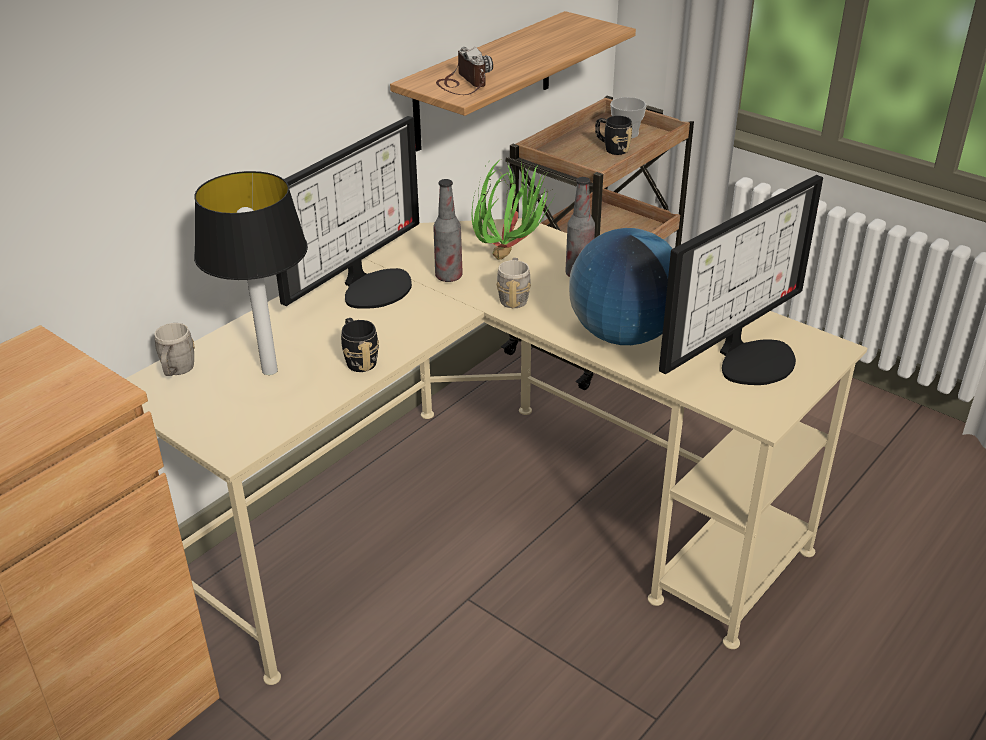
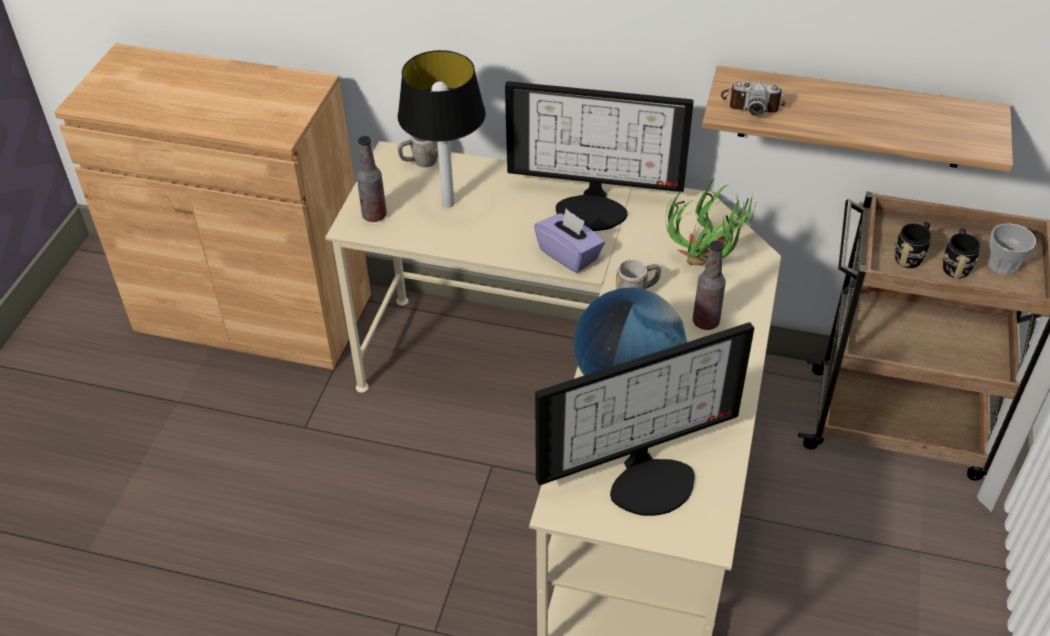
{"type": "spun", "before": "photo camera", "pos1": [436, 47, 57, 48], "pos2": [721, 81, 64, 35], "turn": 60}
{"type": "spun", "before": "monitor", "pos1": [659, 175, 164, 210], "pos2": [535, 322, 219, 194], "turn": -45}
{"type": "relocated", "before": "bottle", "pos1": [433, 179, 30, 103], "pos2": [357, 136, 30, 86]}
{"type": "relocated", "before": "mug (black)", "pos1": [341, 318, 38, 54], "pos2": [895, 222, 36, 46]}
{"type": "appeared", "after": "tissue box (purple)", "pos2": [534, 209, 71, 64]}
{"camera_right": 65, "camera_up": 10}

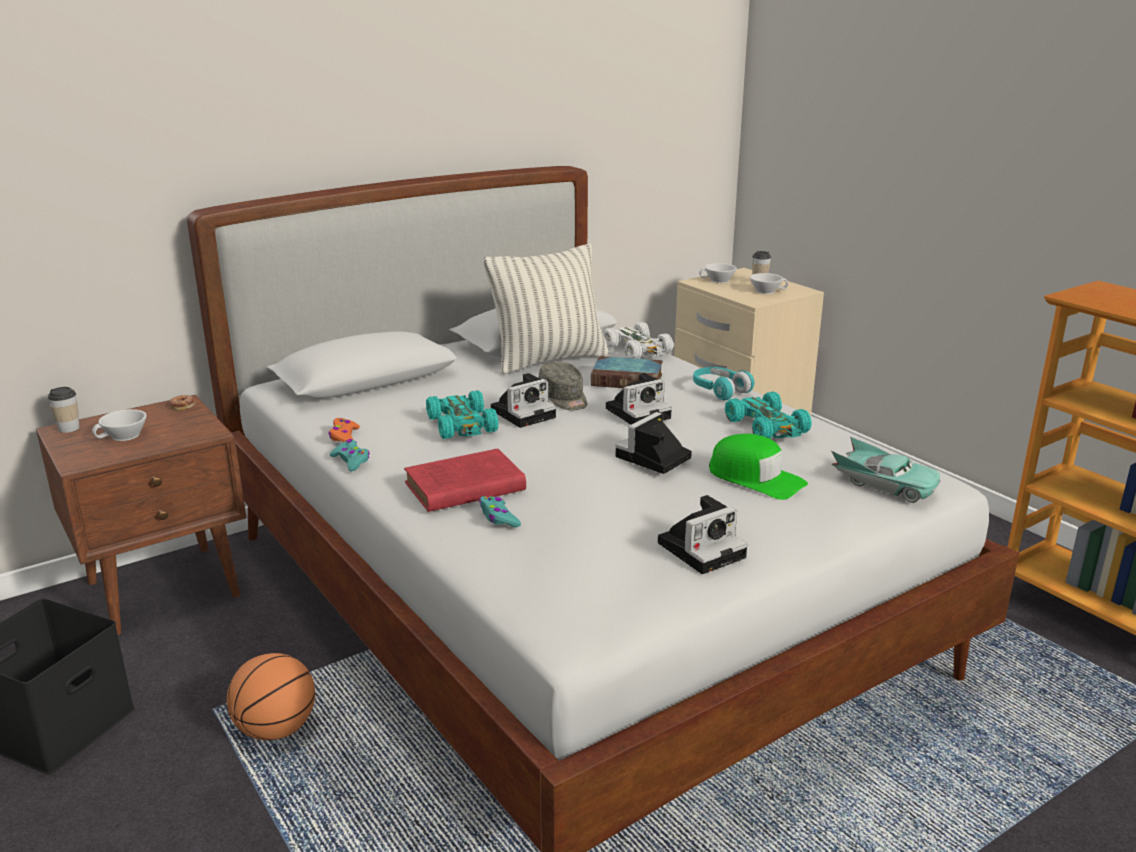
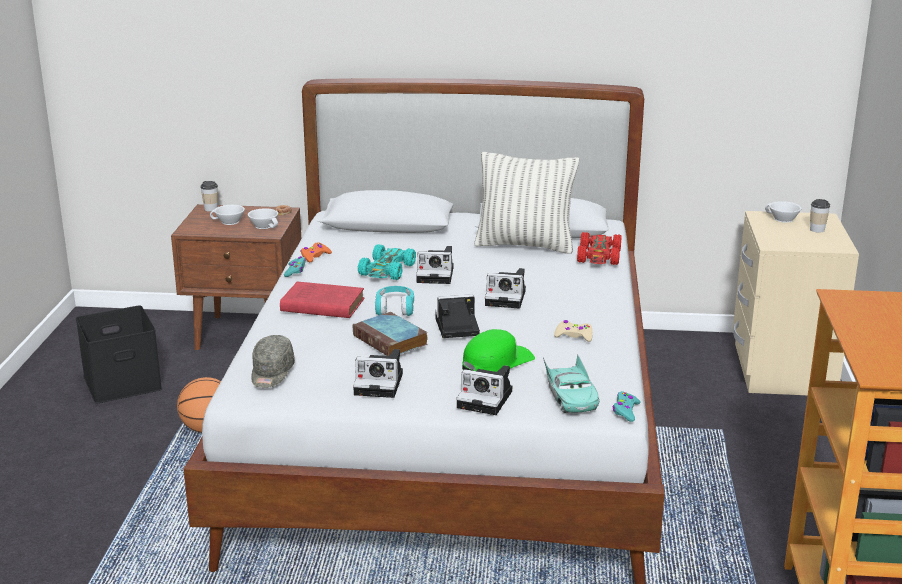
{"type": "relocated", "before": "cup (white)", "pos1": [750, 273, 38, 21], "pos2": [248, 209, 30, 20]}
{"type": "colour", "before": "toy car (white)", "after": "toy car (red)", "pos1": [603, 322, 70, 37], "pos2": [577, 232, 45, 33]}
{"type": "relocated", "before": "book", "pos1": [591, 356, 72, 32], "pos2": [353, 312, 75, 44]}
{"type": "relocated", "before": "cap (grey)", "pos1": [539, 361, 48, 49], "pos2": [251, 335, 44, 53]}
{"type": "relocated", "before": "headphones (turquoise)", "pos1": [693, 367, 61, 33], "pos2": [375, 286, 39, 30]}
{"type": "exchanged", "before": "toy car (turquoise)", "after": "game controller (beige)", "pos1": [725, 392, 87, 47], "pos2": [554, 320, 39, 22]}
{"type": "spun", "before": "cap (green)", "pos1": [709, 434, 99, 66], "pos2": [462, 329, 73, 43], "turn": -120}
{"type": "relocated", "before": "game controller (turquoise)", "pos1": [479, 496, 42, 32], "pos2": [613, 391, 28, 31]}
{"type": "appeared", "after": "photo camera", "pos2": [456, 365, 56, 50]}
{"camera_right": 40, "camera_up": 0}

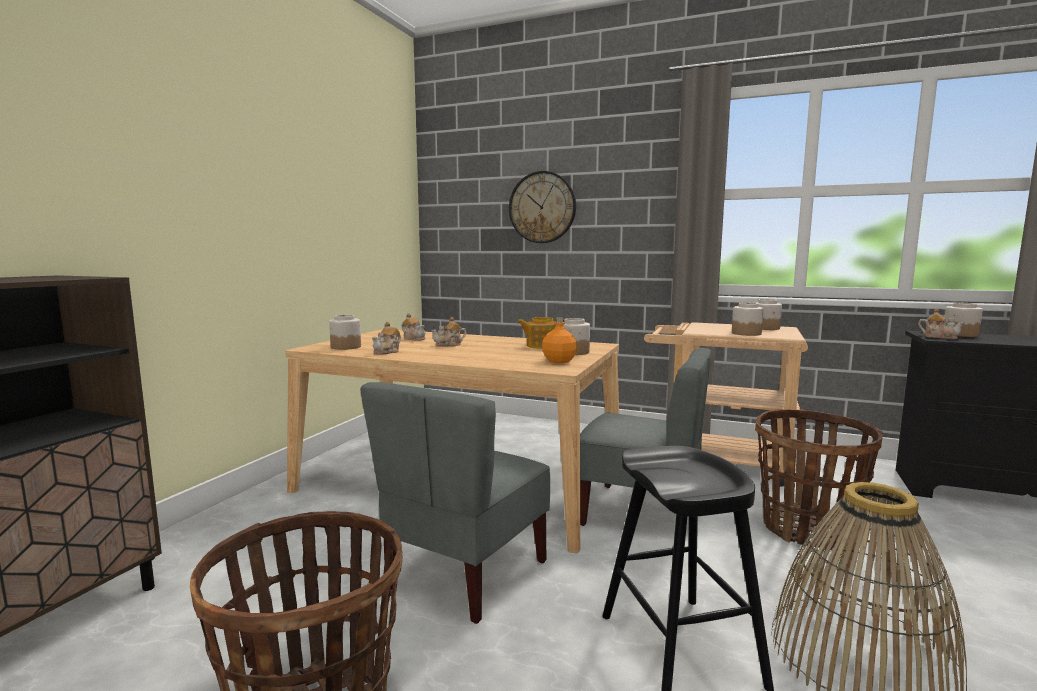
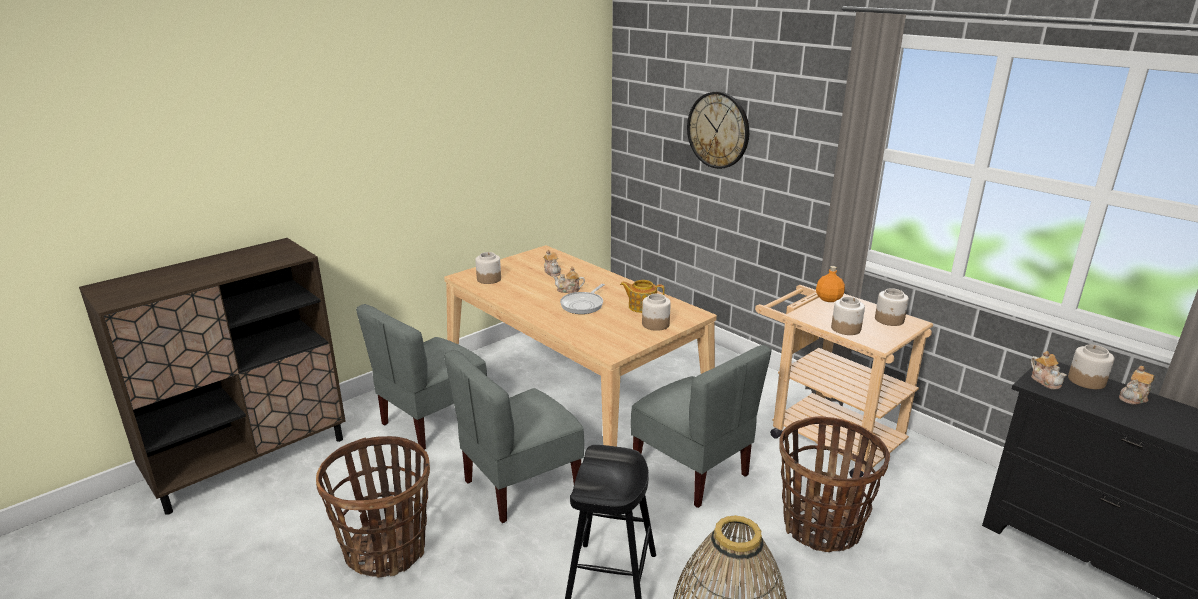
{"type": "relocated", "before": "bottle (orange)", "pos1": [542, 317, 35, 46], "pos2": [816, 266, 29, 36]}
{"type": "relocated", "before": "teapot", "pos1": [372, 322, 29, 33], "pos2": [1119, 366, 35, 39]}
{"type": "appeared", "after": "frying pan", "pos2": [560, 284, 45, 30]}
{"type": "appeared", "after": "chair (grey)", "pos2": [356, 304, 131, 146]}
{"camera_right": 25, "camera_up": 15}

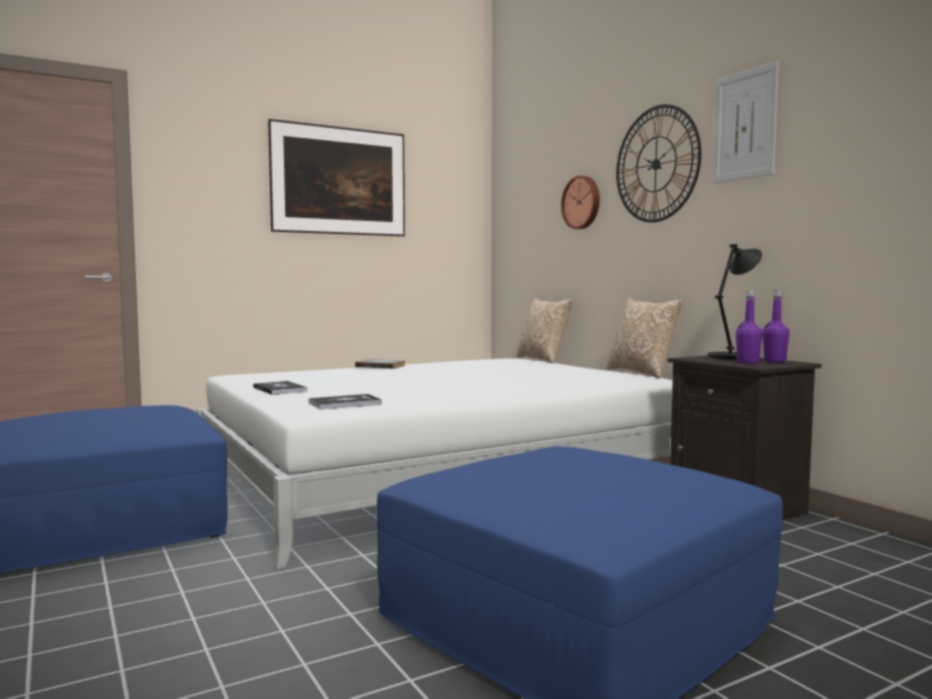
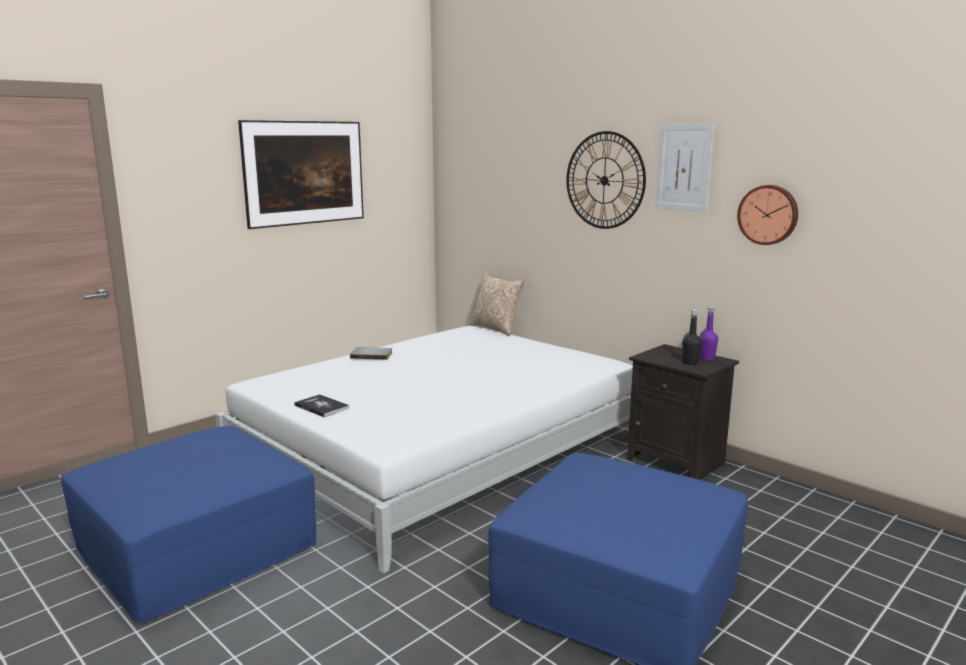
{"type": "relocated", "before": "wall clock", "pos1": [561, 175, 39, 54], "pos2": [737, 185, 61, 60]}
{"type": "missing", "before": "table lamp (black)", "pos1": [707, 244, 55, 115]}
{"type": "colour", "before": "bottle (purple)", "after": "bottle (black)", "pos1": [736, 290, 27, 74], "pos2": [682, 310, 20, 55]}
{"type": "missing", "before": "pillow", "pos1": [606, 298, 77, 81]}
{"type": "missing", "before": "book", "pos1": [309, 394, 73, 16]}
{"camera_right": -15, "camera_up": 10}

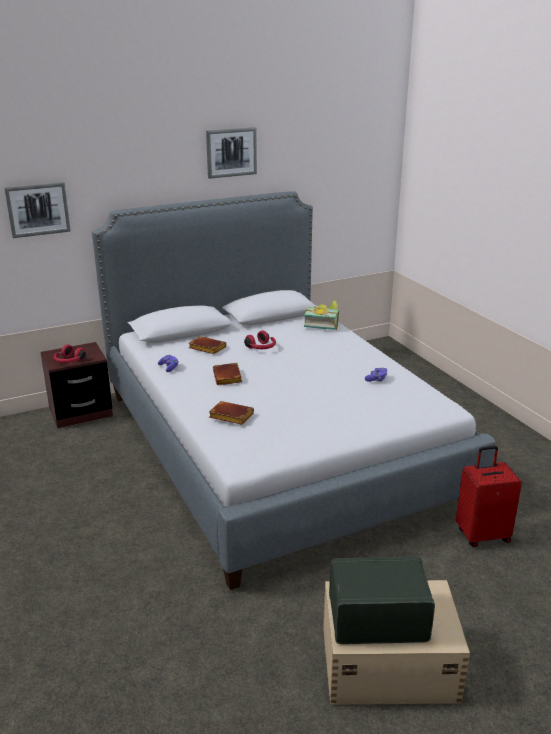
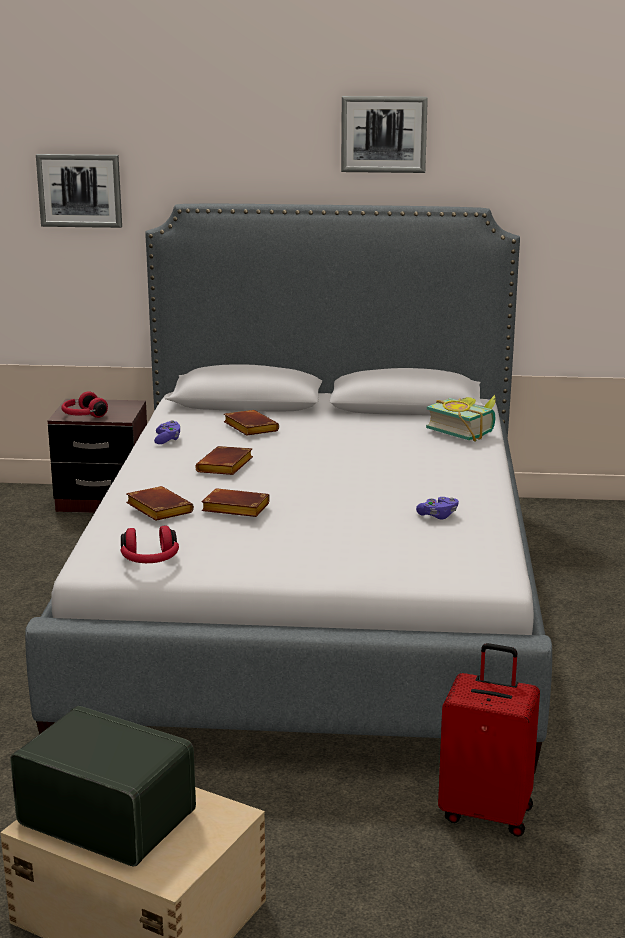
{"type": "relocated", "before": "headphones (red)", "pos1": [244, 331, 32, 18], "pos2": [121, 526, 58, 37]}
{"type": "appeared", "after": "book (brown)", "pos2": [202, 488, 68, 29]}
{"camera_right": 30, "camera_up": -5}

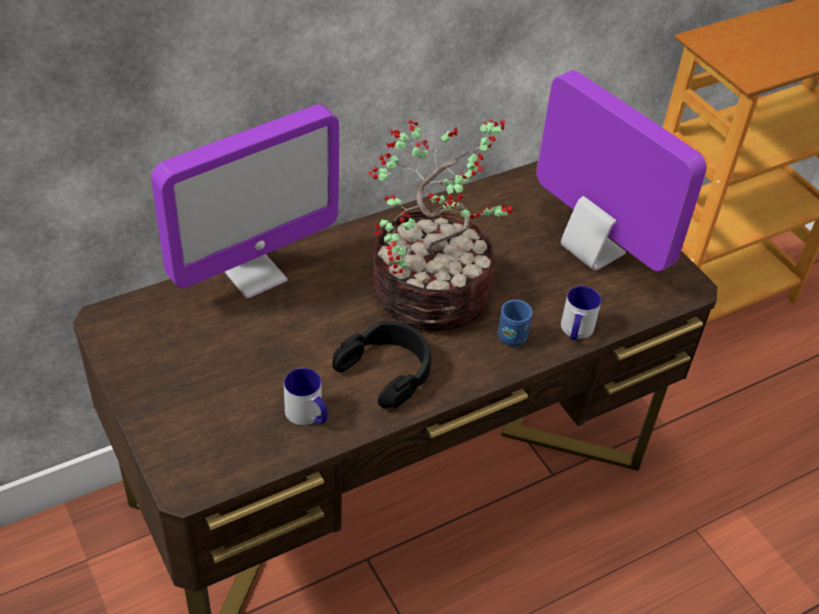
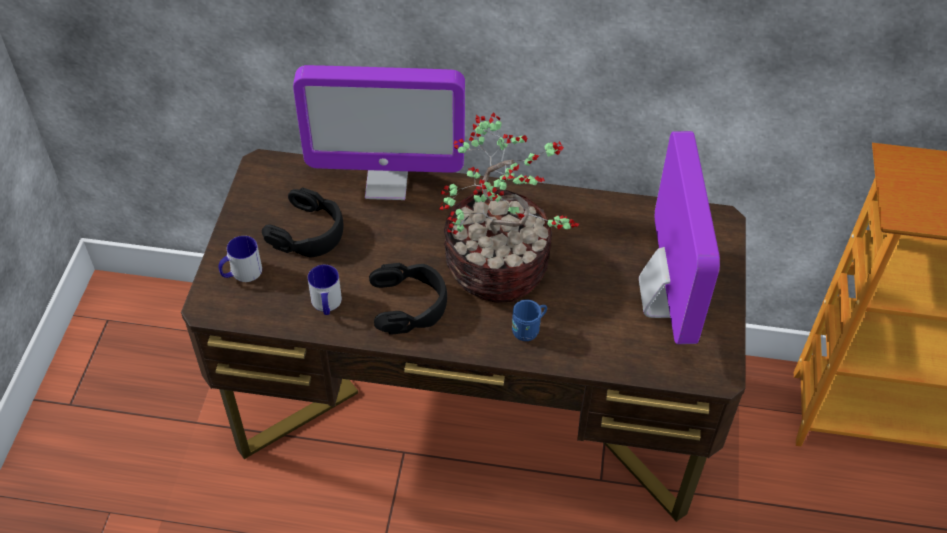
{"type": "relocated", "before": "mug", "pos1": [561, 286, 40, 54], "pos2": [218, 236, 44, 46]}
{"type": "appeared", "after": "headphones (black)", "pos2": [262, 187, 81, 71]}
{"camera_right": 40, "camera_up": 5}

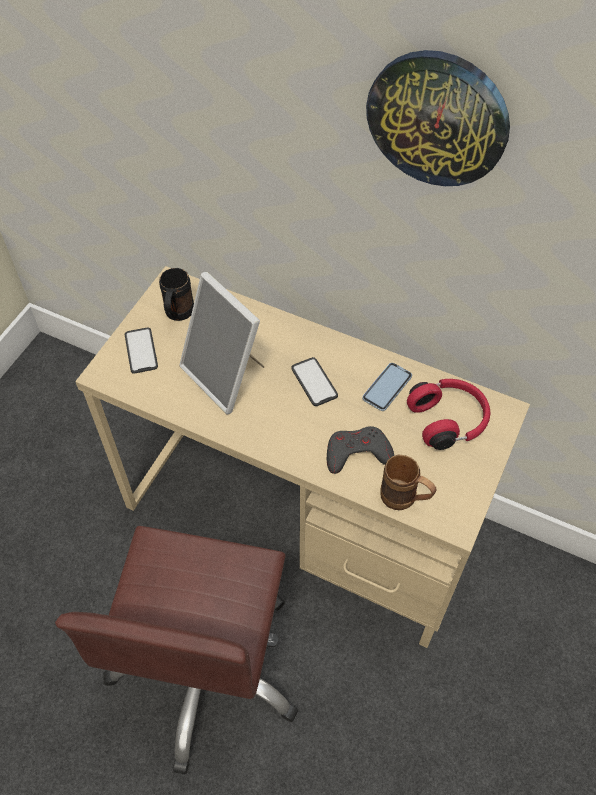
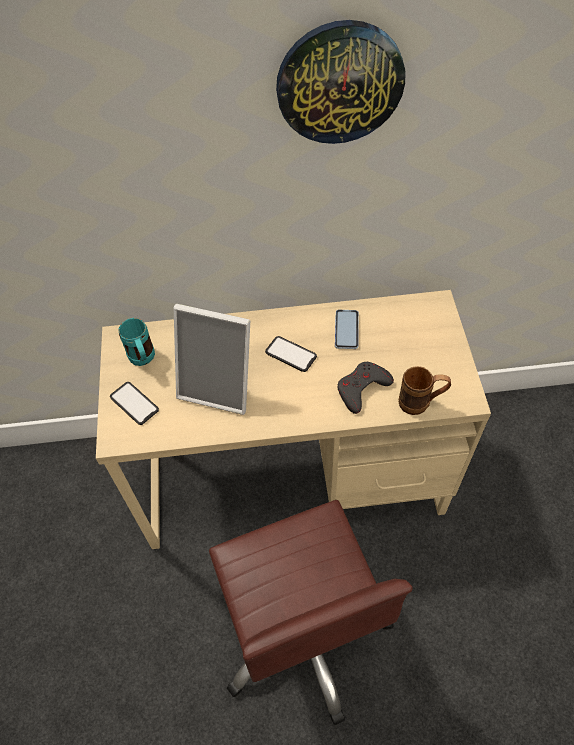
{"type": "colour", "before": "mug (black)", "after": "mug (turquoise)", "pos1": [159, 268, 35, 53], "pos2": [118, 318, 37, 48]}
{"type": "missing", "before": "headphones (red)", "pos1": [407, 379, 83, 71]}
{"camera_right": -30, "camera_up": 0}

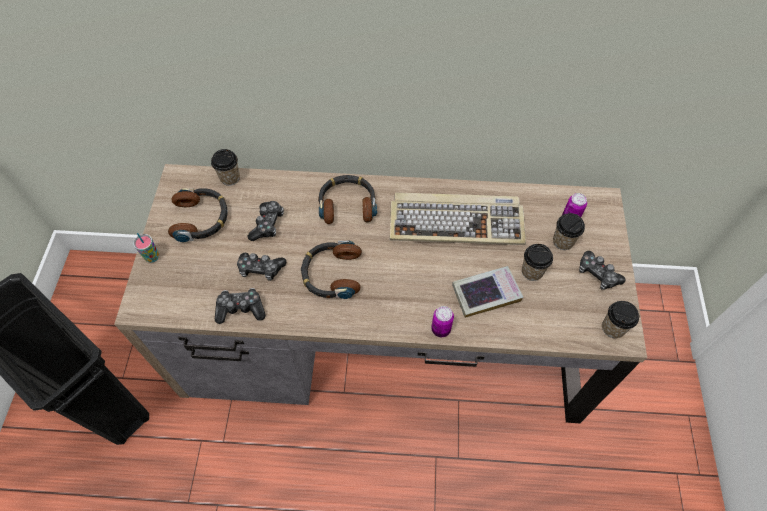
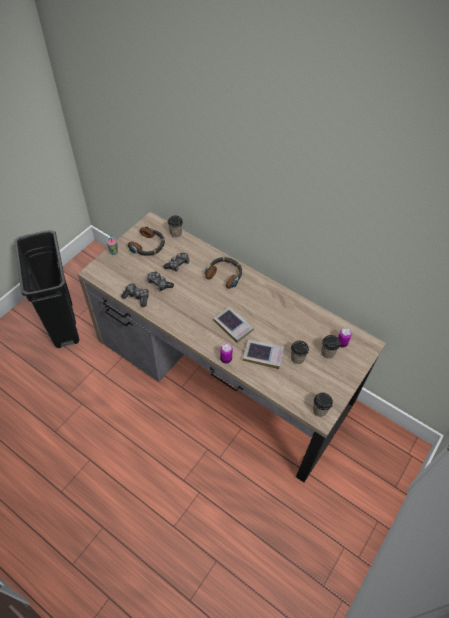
{"type": "missing", "before": "keyboard", "pos1": [390, 193, 136, 52]}
{"type": "missing", "before": "headphones", "pos1": [301, 240, 61, 59]}
{"type": "missing", "before": "game controller", "pos1": [579, 251, 47, 39]}
{"type": "appeared", "after": "book", "pos2": [213, 306, 41, 37]}
{"camera_right": 30, "camera_up": -5}

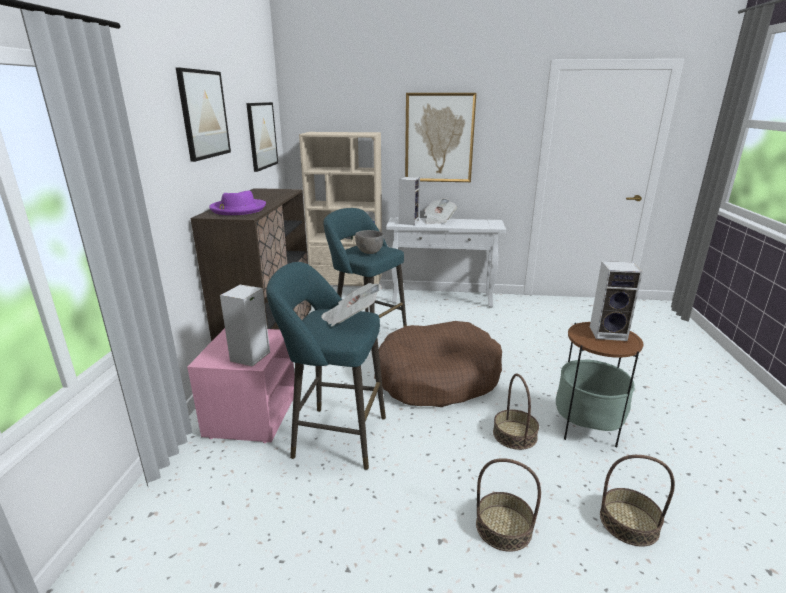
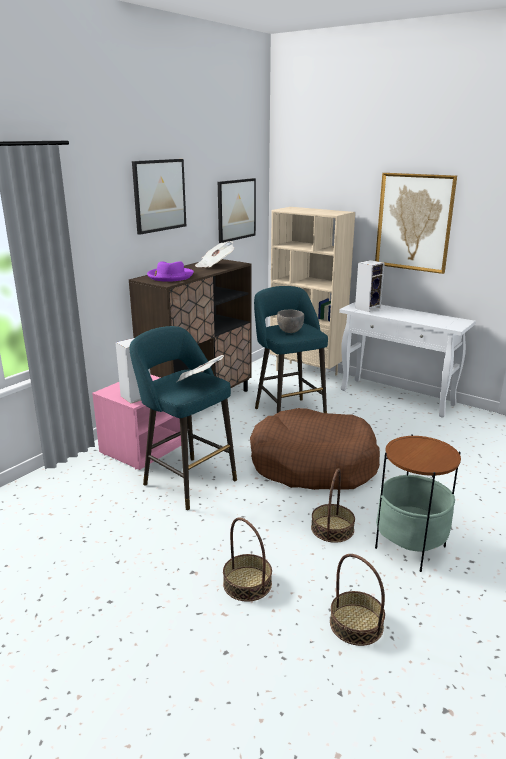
{"type": "relocated", "before": "newspaper", "pos1": [424, 198, 33, 26], "pos2": [195, 241, 39, 27]}
{"type": "missing", "before": "speaker", "pos1": [590, 261, 53, 80]}
{"camera_right": 30, "camera_up": 0}

